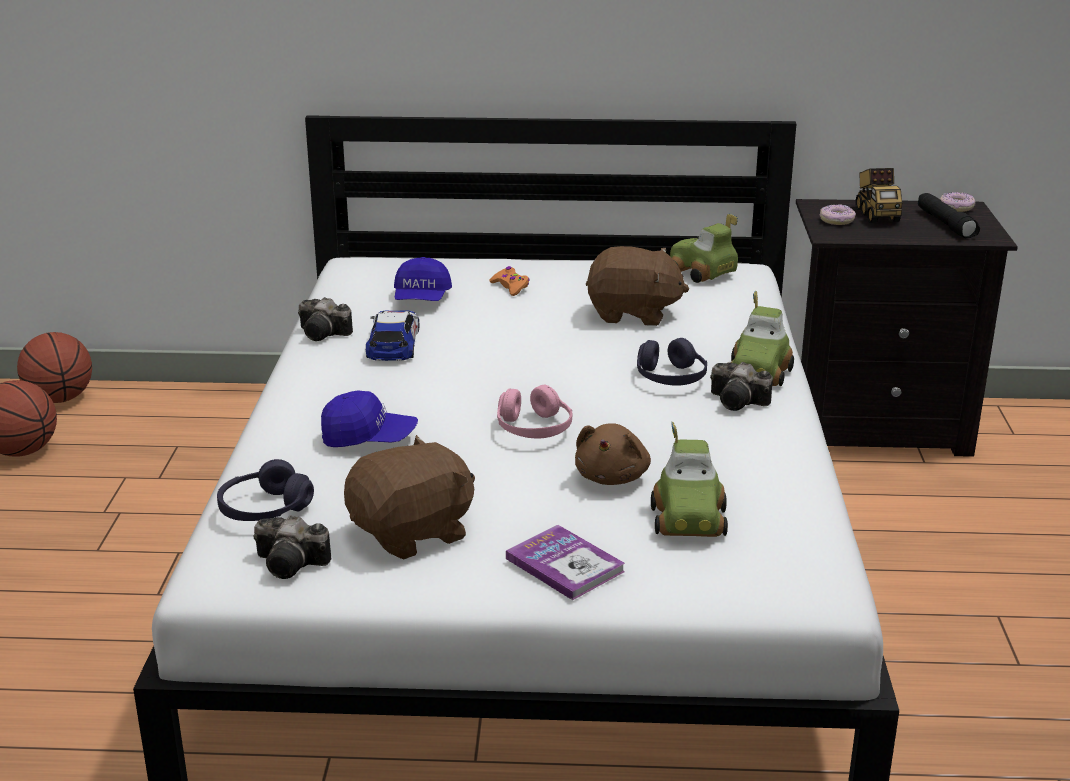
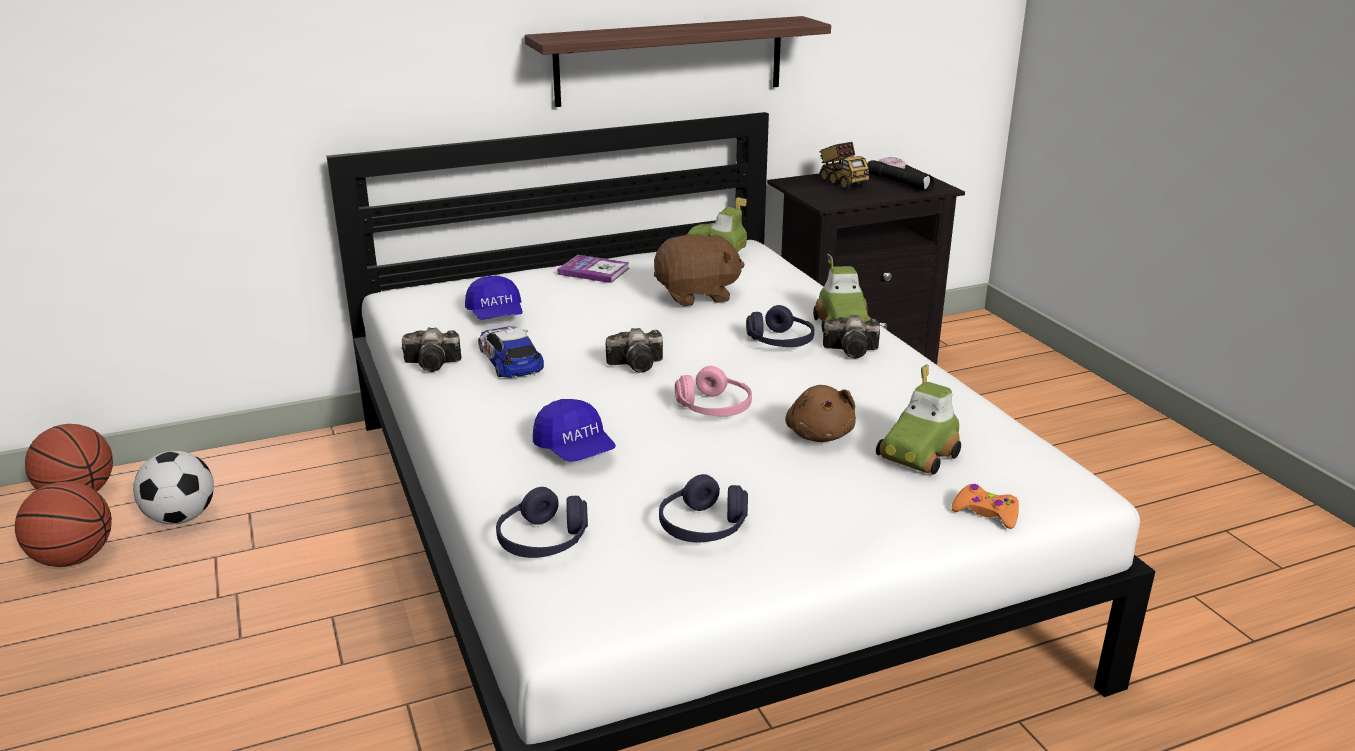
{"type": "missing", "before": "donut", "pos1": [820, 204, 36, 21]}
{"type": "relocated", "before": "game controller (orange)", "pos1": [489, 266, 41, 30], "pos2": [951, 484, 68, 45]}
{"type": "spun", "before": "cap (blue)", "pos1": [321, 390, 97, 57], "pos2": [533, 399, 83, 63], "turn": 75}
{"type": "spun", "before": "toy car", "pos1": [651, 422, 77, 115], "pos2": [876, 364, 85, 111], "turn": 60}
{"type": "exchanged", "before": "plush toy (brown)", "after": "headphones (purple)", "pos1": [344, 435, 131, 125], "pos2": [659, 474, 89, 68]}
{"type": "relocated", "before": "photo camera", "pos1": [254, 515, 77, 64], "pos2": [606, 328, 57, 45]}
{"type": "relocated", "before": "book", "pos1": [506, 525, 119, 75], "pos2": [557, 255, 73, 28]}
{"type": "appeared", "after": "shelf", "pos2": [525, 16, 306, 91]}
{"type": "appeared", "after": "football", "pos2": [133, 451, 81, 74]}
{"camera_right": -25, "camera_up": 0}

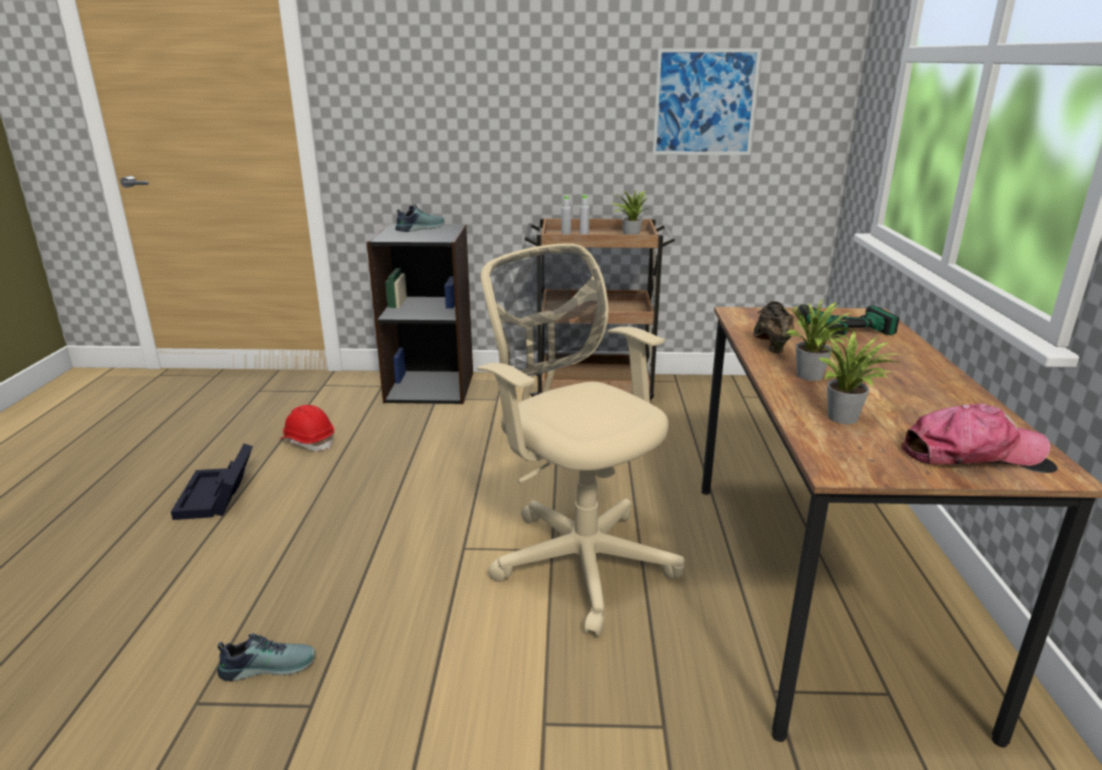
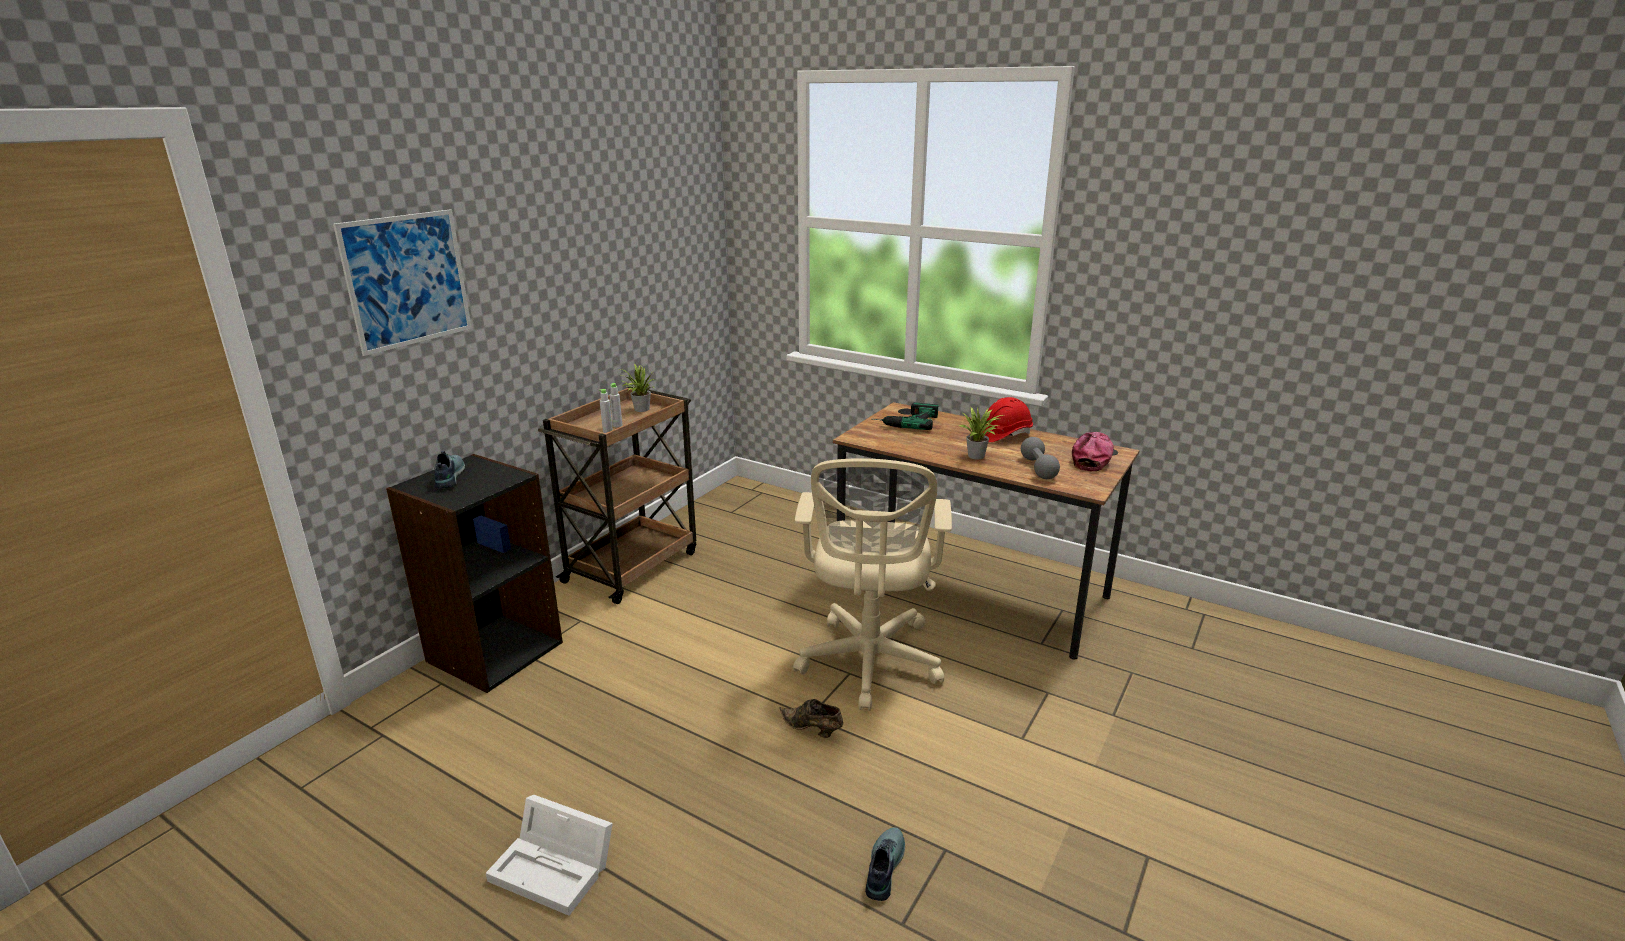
{"type": "relocated", "before": "picture", "pos1": [652, 48, 109, 107], "pos2": [333, 210, 139, 146]}
{"type": "spun", "before": "office chair (beige)", "pos1": [477, 243, 208, 393], "pos2": [793, 458, 159, 253], "turn": -75}
{"type": "relocated", "before": "shoe (brown)", "pos1": [753, 301, 41, 52], "pos2": [779, 699, 64, 39]}
{"type": "exchanged", "before": "potted plant", "after": "dumbbell (grey)", "pos1": [818, 331, 84, 93], "pos2": [1021, 437, 39, 42]}
{"type": "relocated", "before": "hard hat (red)", "pos1": [281, 405, 53, 46], "pos2": [984, 397, 49, 45]}
{"type": "colour", "before": "storage box (black)", "after": "storage box (white)", "pos1": [171, 444, 82, 76], "pos2": [486, 794, 127, 122]}
{"camera_right": -60, "camera_up": 0}

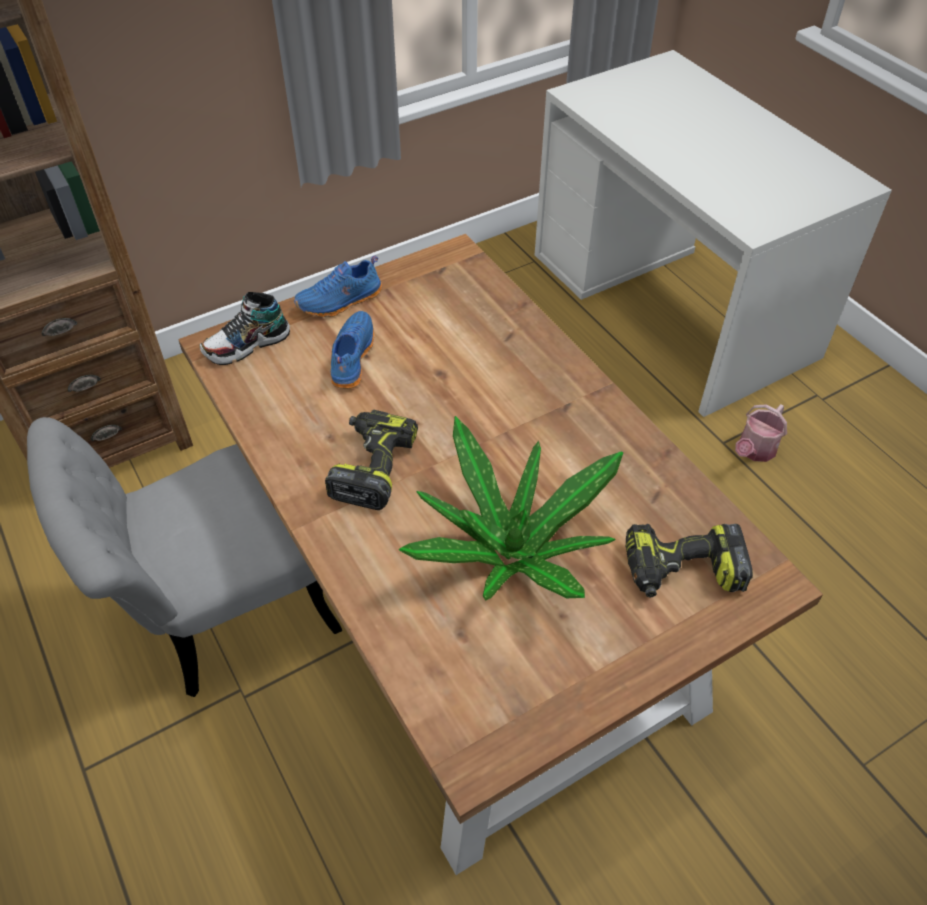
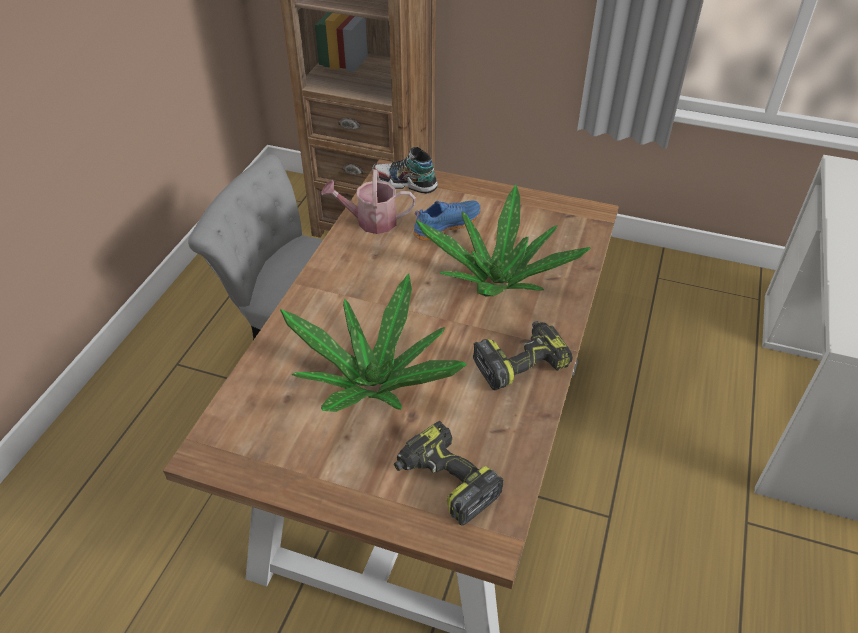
{"type": "missing", "before": "shoe (blue)", "pos1": [294, 256, 88, 61]}
{"type": "relocated", "before": "watering can", "pos1": [735, 404, 52, 58], "pos2": [321, 170, 95, 64]}
{"type": "relocated", "before": "power drill", "pos1": [325, 409, 93, 101], "pos2": [473, 321, 100, 69]}
{"type": "appeared", "after": "potted plant", "pos2": [416, 185, 175, 112]}
{"camera_right": 50, "camera_up": -5}

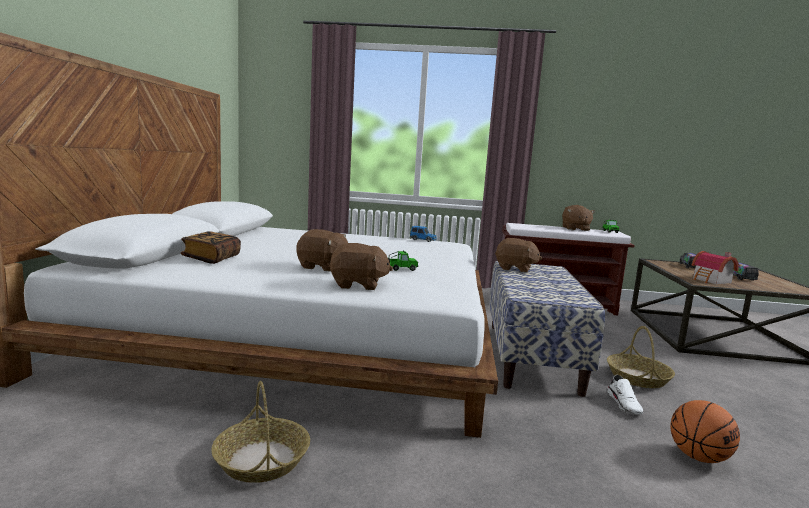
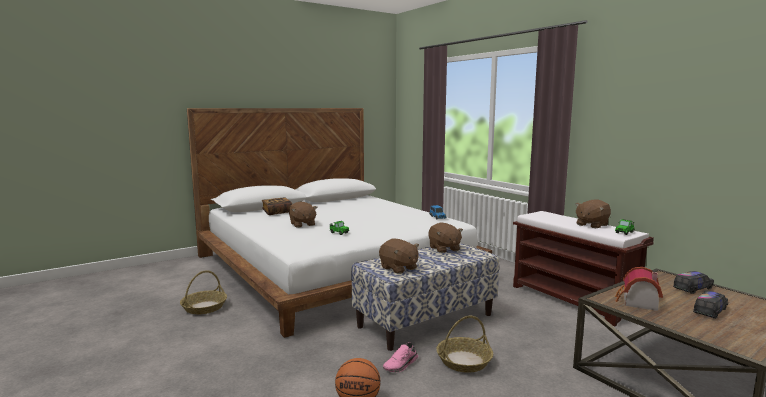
{"type": "relocated", "before": "plush toy (brown)", "pos1": [329, 243, 64, 47], "pos2": [379, 239, 40, 35]}
{"type": "colour", "before": "shoe (white)", "after": "shoe (pink)", "pos1": [607, 375, 36, 39], "pos2": [383, 342, 35, 30]}
{"camera_right": 50, "camera_up": 0}

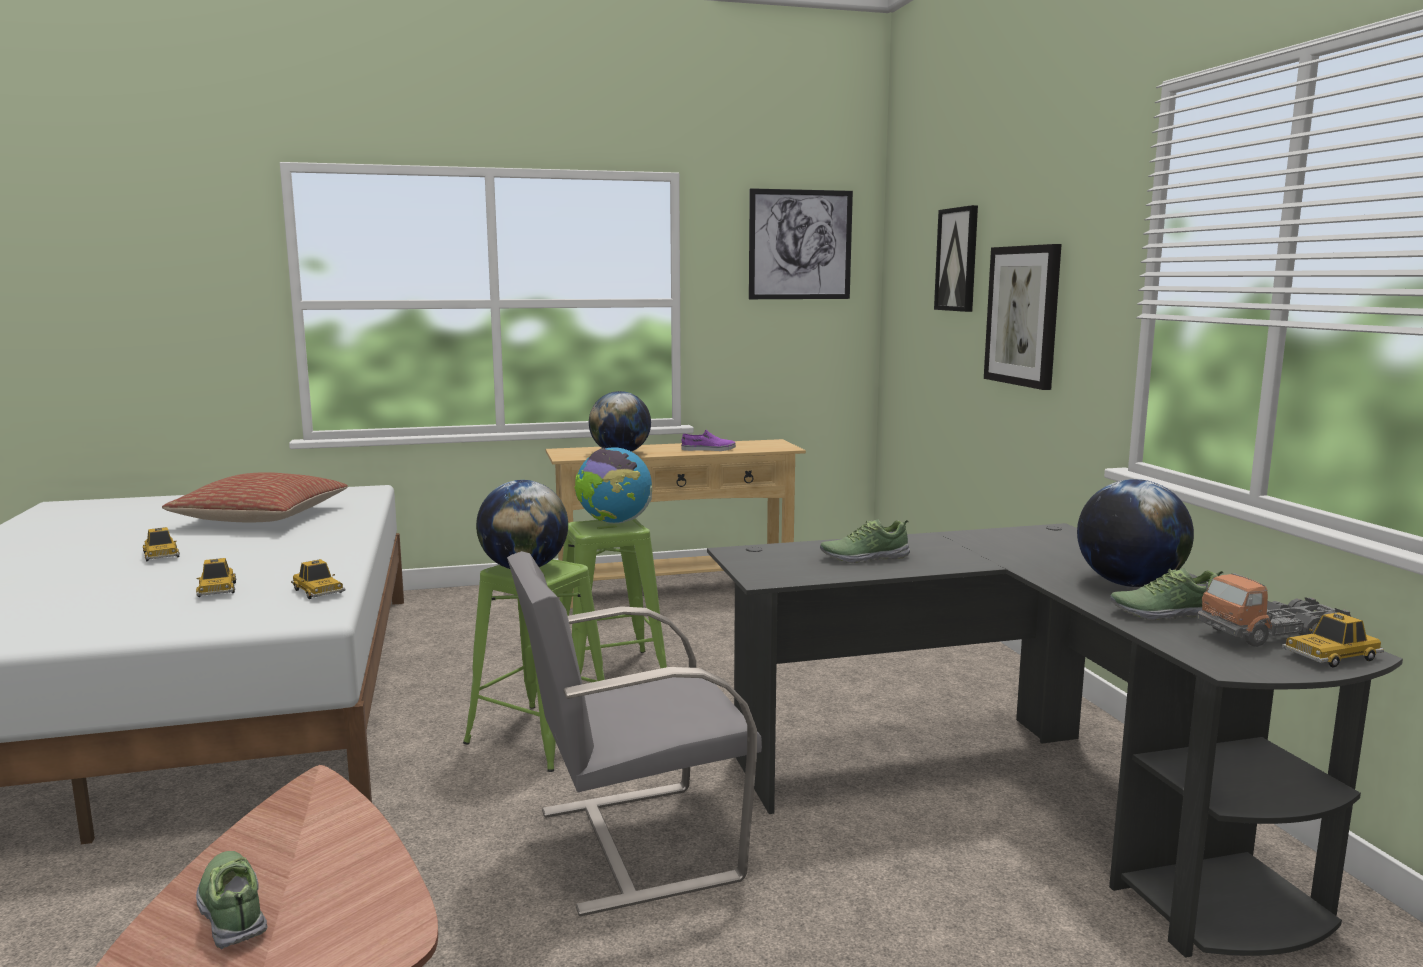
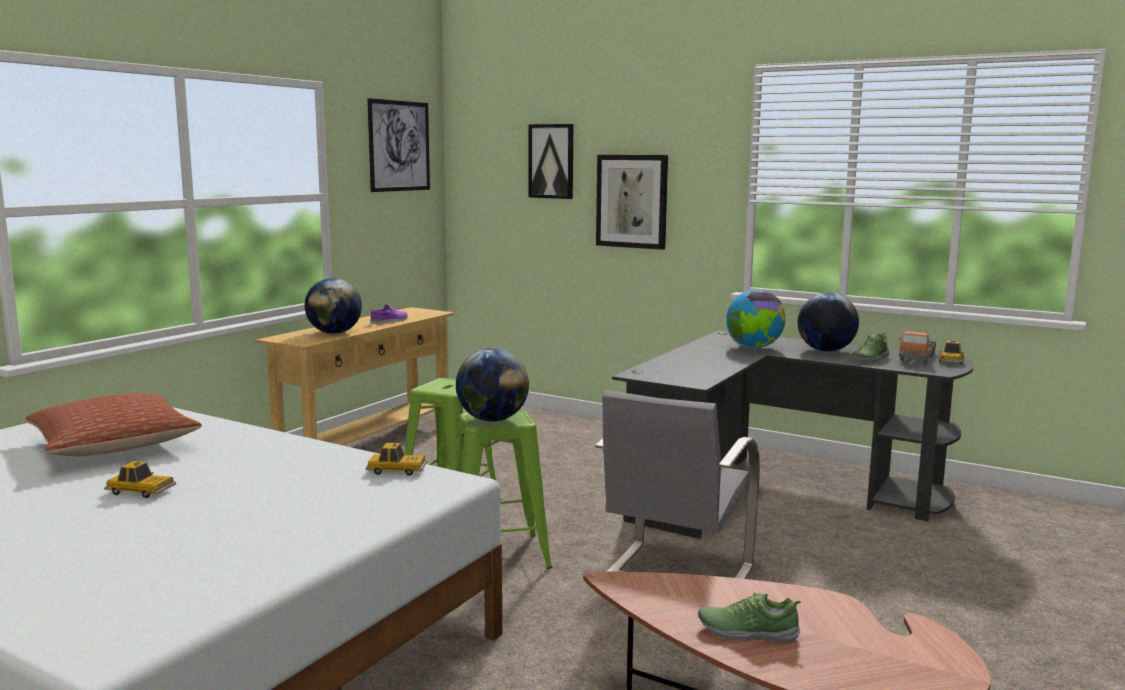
{"type": "relocated", "before": "globe", "pos1": [574, 447, 78, 77], "pos2": [726, 290, 60, 59]}
{"type": "missing", "before": "shoe", "pos1": [820, 519, 90, 44]}
{"type": "missing", "before": "toy car", "pos1": [196, 558, 41, 39]}
{"camera_right": -45, "camera_up": 0}

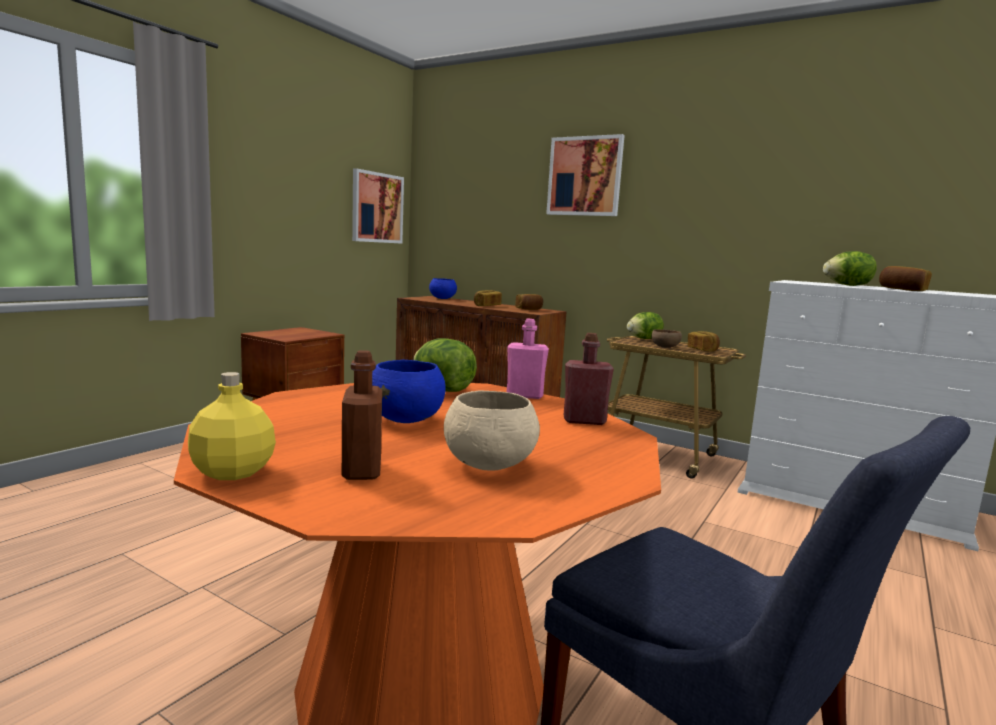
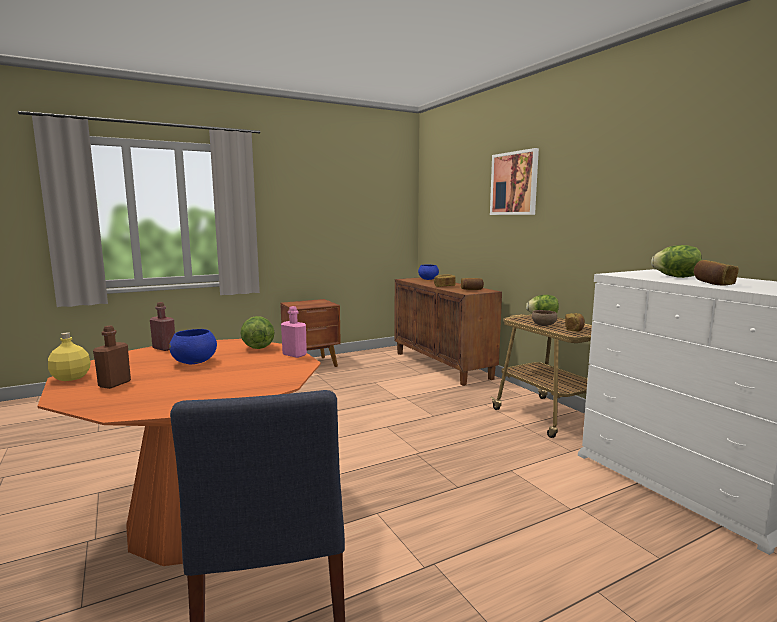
{"type": "missing", "before": "picture", "pos1": [352, 168, 52, 76]}
{"type": "relocated", "before": "bottle (red)", "pos1": [564, 333, 50, 92], "pos2": [150, 302, 25, 49]}
{"type": "missing", "before": "bowl (beige)", "pos1": [444, 390, 96, 81]}
{"camera_right": 30, "camera_up": 0}

